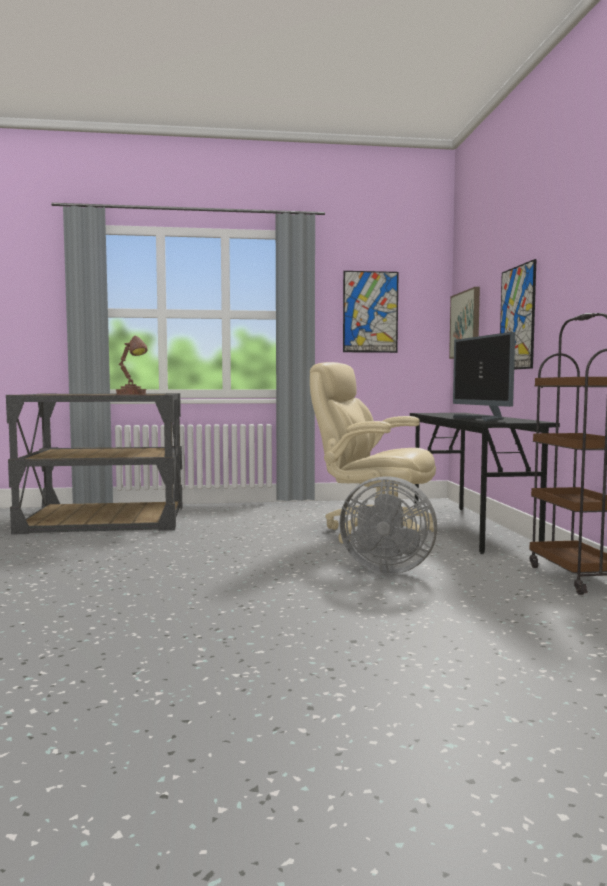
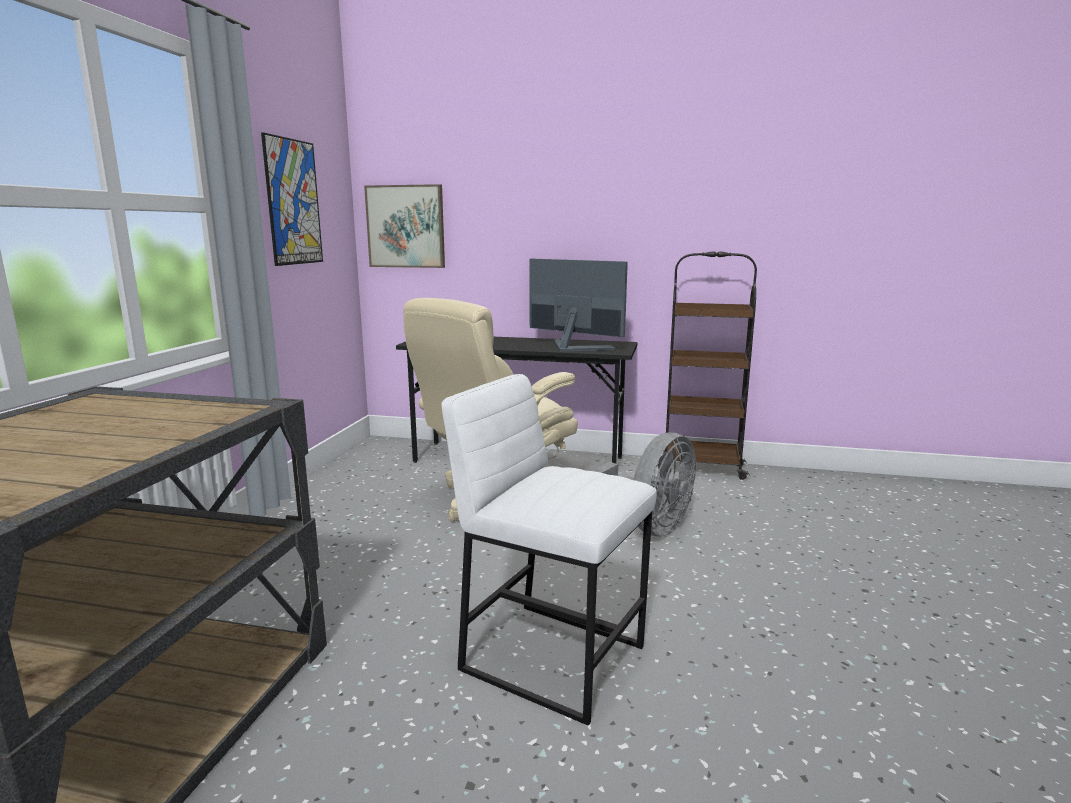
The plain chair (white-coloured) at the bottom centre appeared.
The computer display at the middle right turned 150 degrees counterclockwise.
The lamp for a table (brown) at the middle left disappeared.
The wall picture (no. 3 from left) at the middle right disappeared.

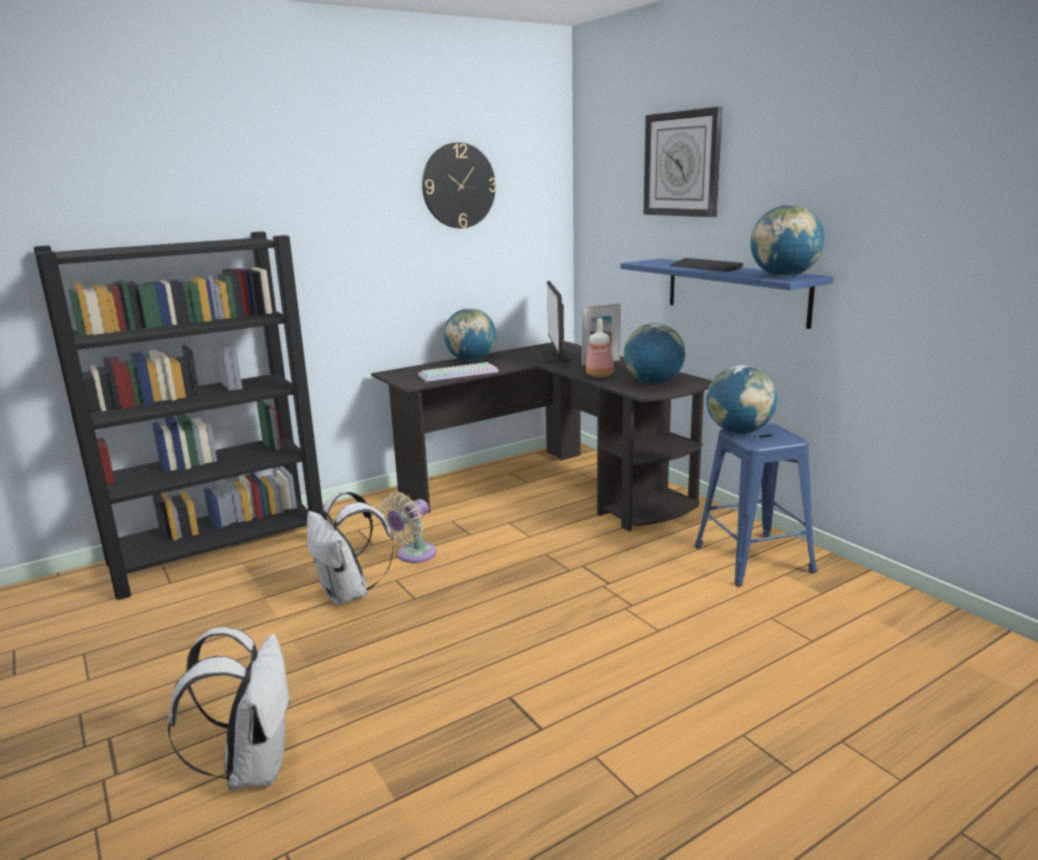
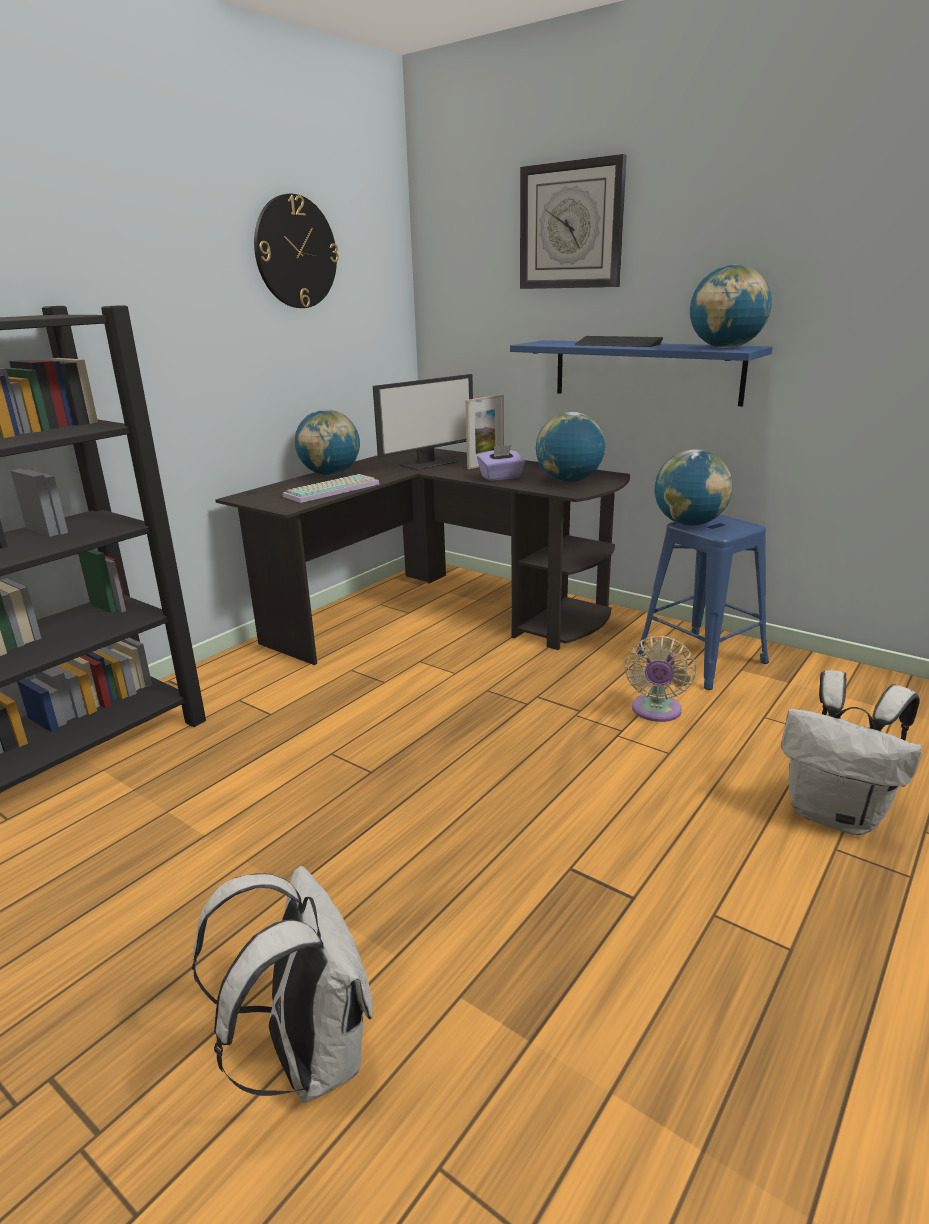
The computer display at the centre turned 105 degrees counterclockwise.
The drink bottle at the centre was replaced by the tissue box (purple-coloured) at the centre.
The electric fan (beige) moved from the centre to the middle right.
The rucksack (white-coloured) (no. 2 from left) moved from the centre to the middle right.

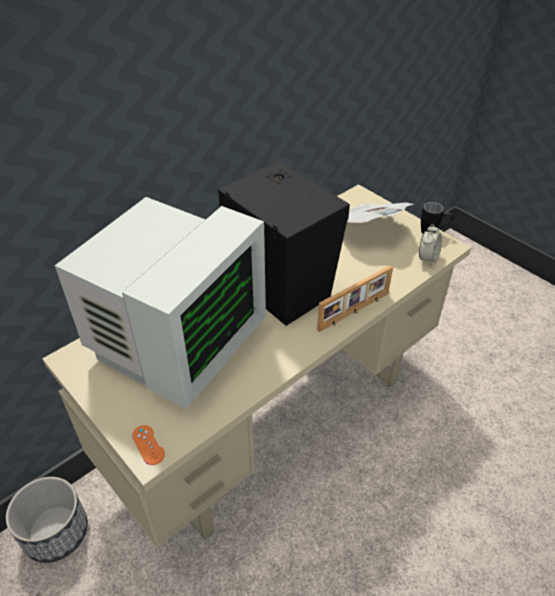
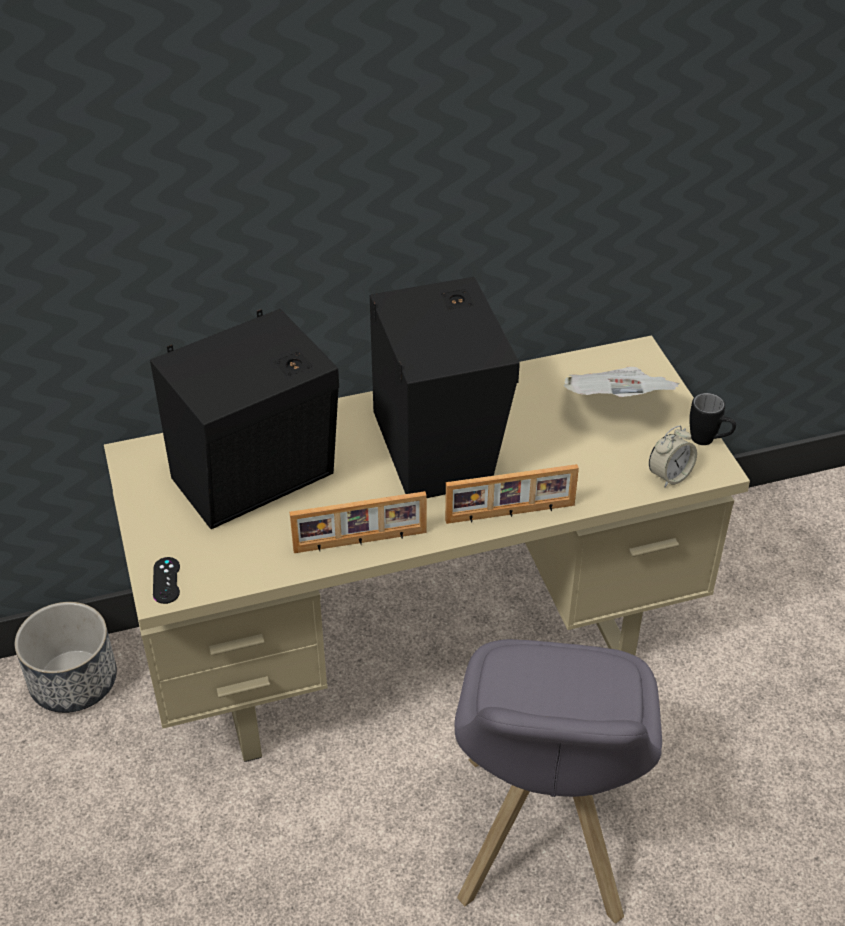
The computer display at the middle left was replaced by the audio speaker (blackish) (no. 1 from left) at the middle left.
The gamepad (orange-coloured) at the bottom left became the gamepad (blackish) at the middle left.
The standing frame (no. 1 from left) at the centre appeared.
The plain chair (greyish) at the bottom centre appeared.

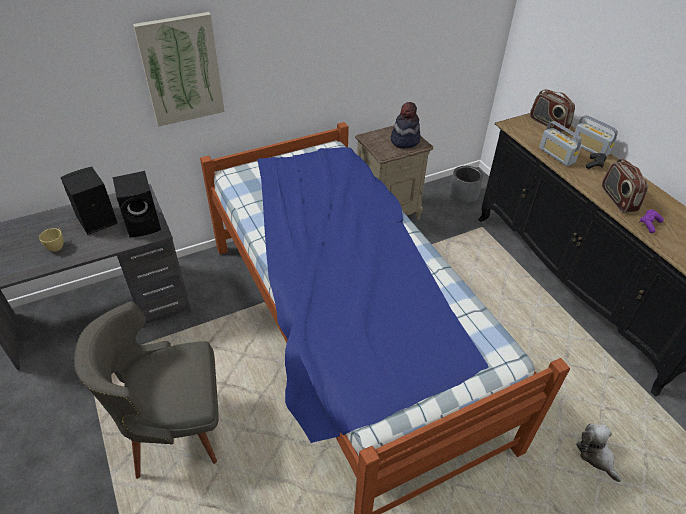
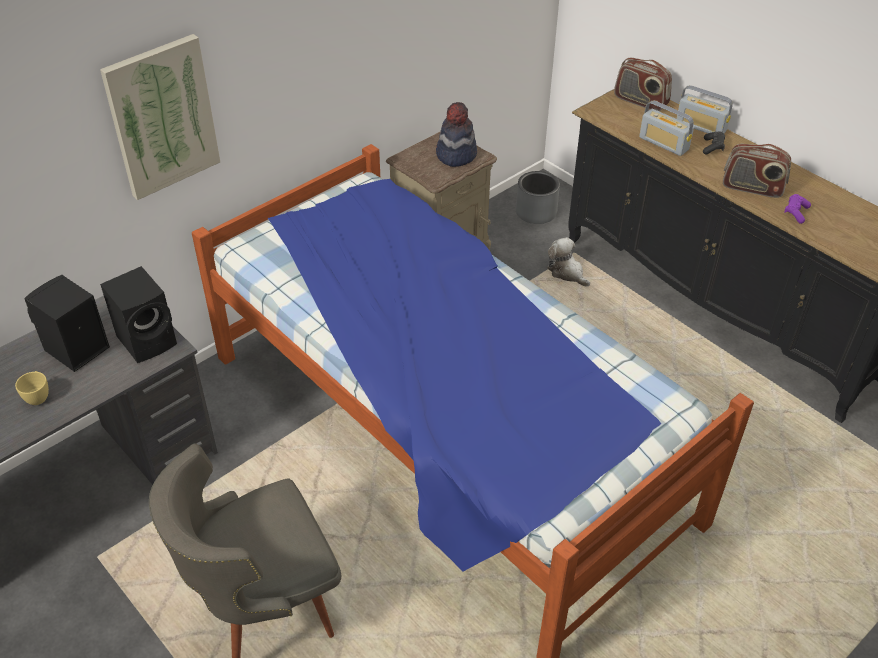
The plush toy moved from the bottom right to the centre.
The radio set (no. 4 from left) at the middle right turned 45 degrees counterclockwise.

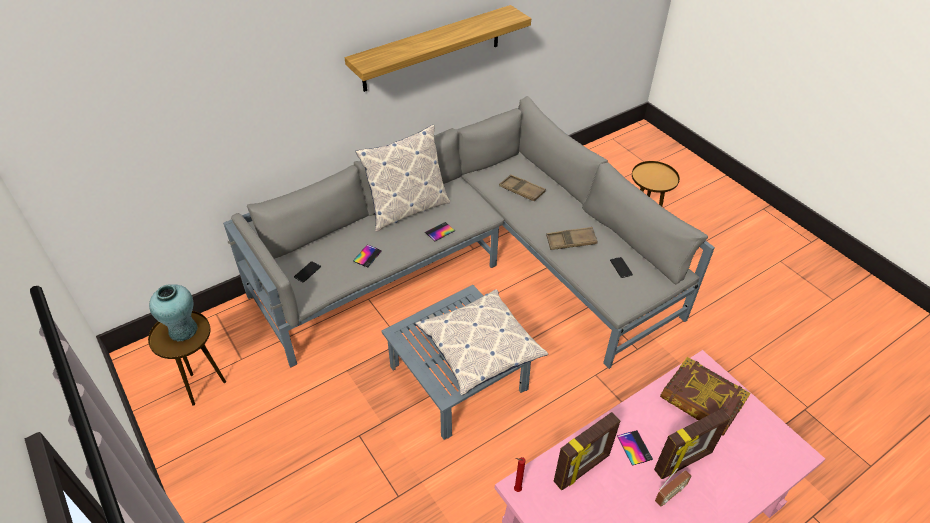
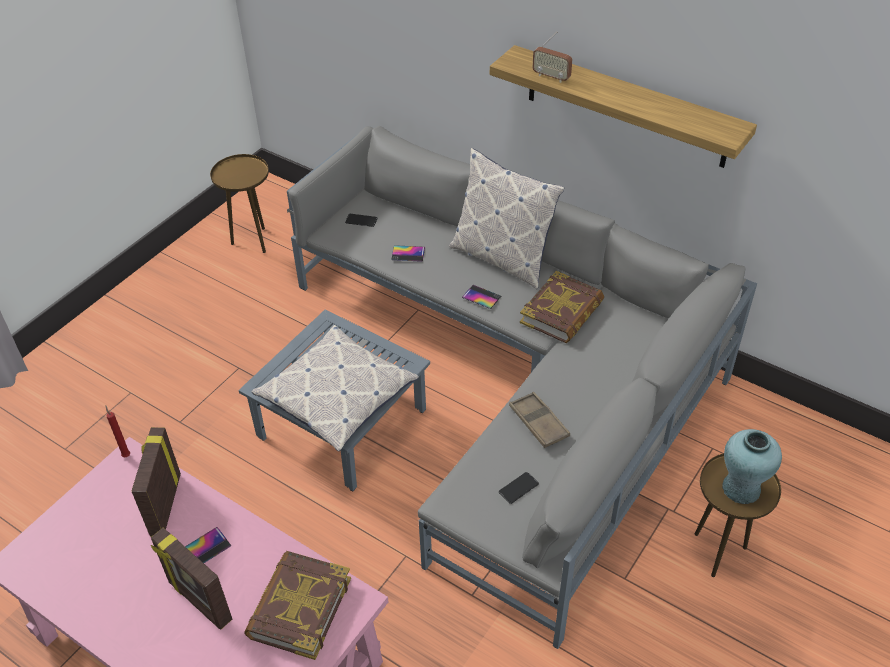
The standing frame (no. 1 from left) at the bottom centre turned 60 degrees clockwise.
The book (no. 2 from left) at the centre appeared.
The radio set moved from the bottom right to the top centre.
The vase (blue-green) moved from the middle left to the bottom right.
The tray (brown) (no. 1 from left) at the centre disappeared.

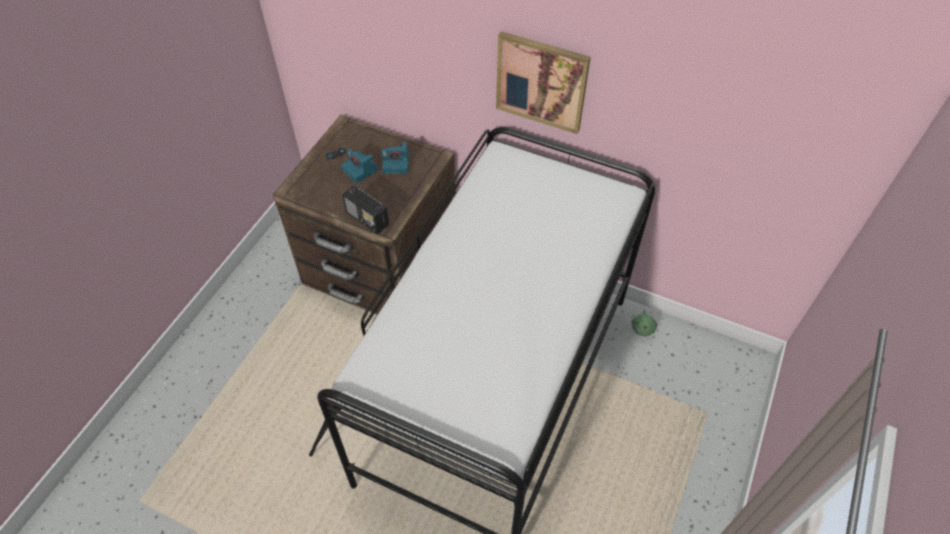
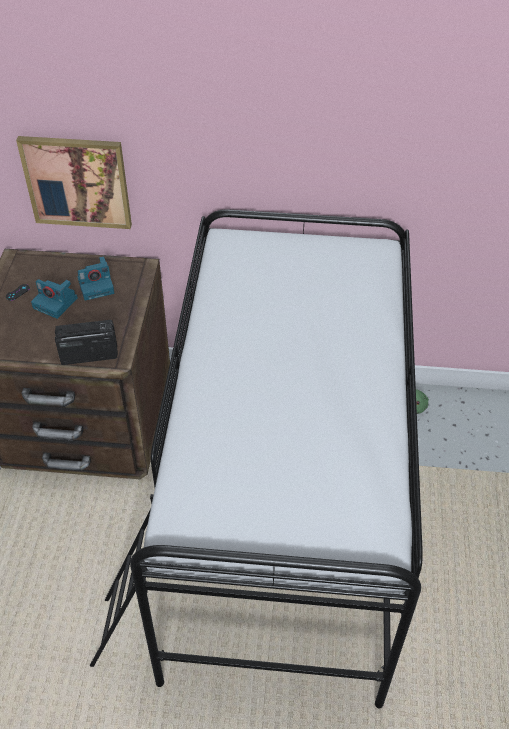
The wall picture moved from the top centre to the top left.
The radio set at the centre turned 150 degrees clockwise.

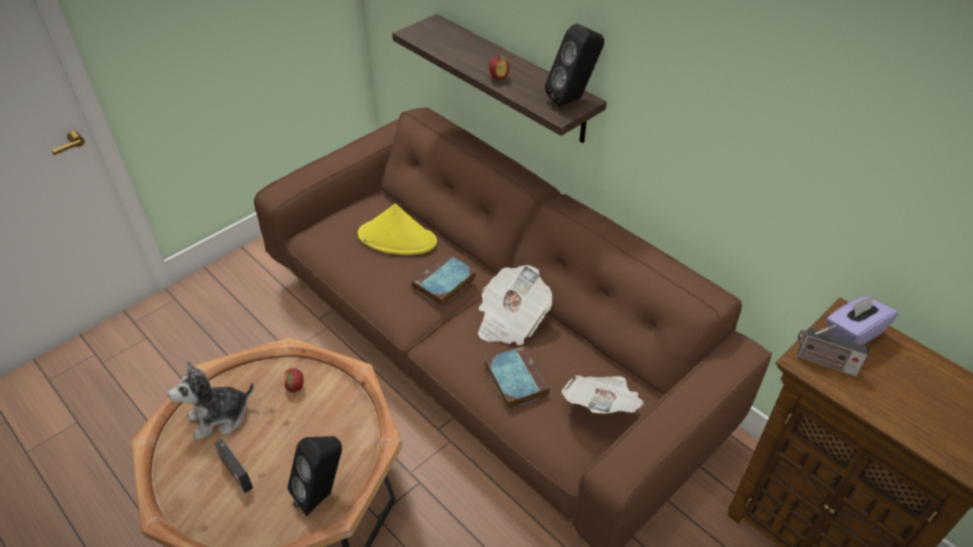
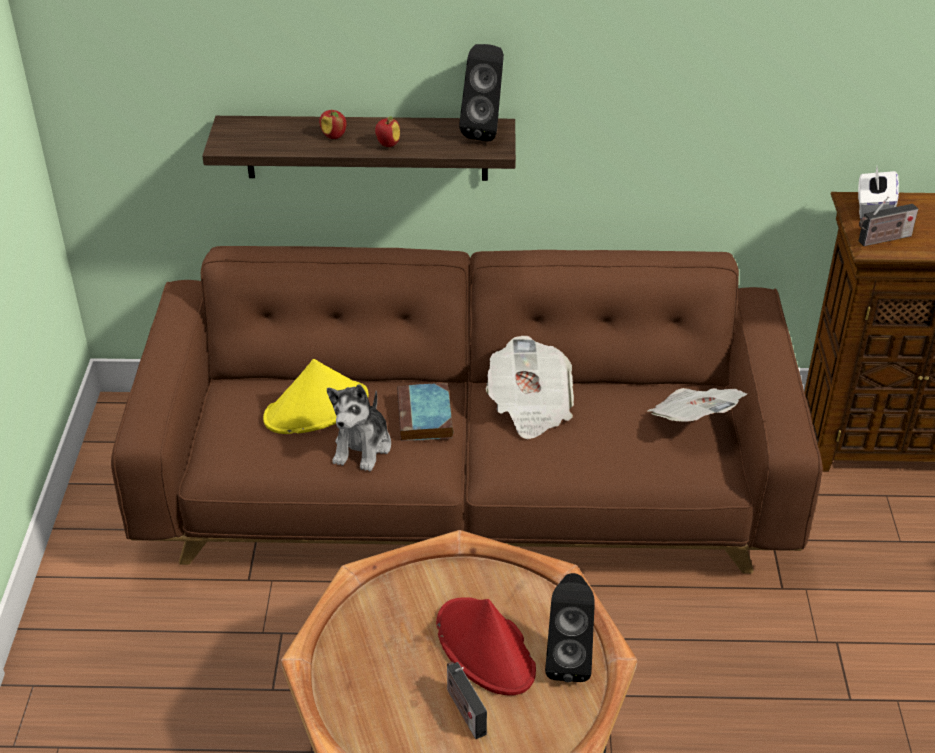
The apple fruit (no. 1 from left) moved from the bottom left to the top centre.
The plush toy moved from the bottom left to the centre.
The clothing hat (red) at the bottom centre appeared.
The radio set (no. 1 from left) at the bottom left turned 60 degrees clockwise.
The tissue box (purple-coloured) at the middle right became the tissue box (white-coloured) at the top right.
The book (no. 2 from left) at the bottom centre disappeared.

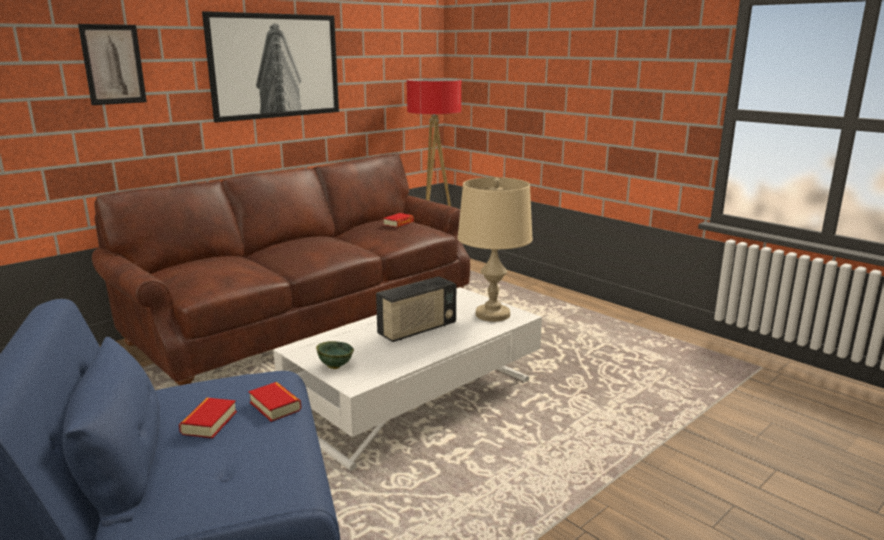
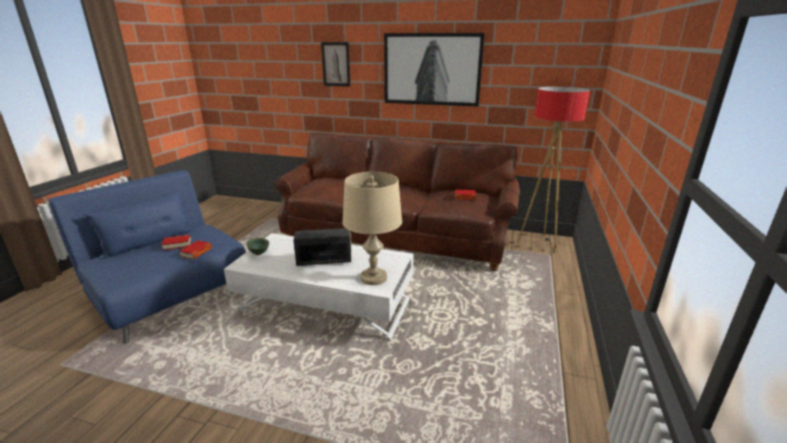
The radio set at the centre turned 150 degrees clockwise.

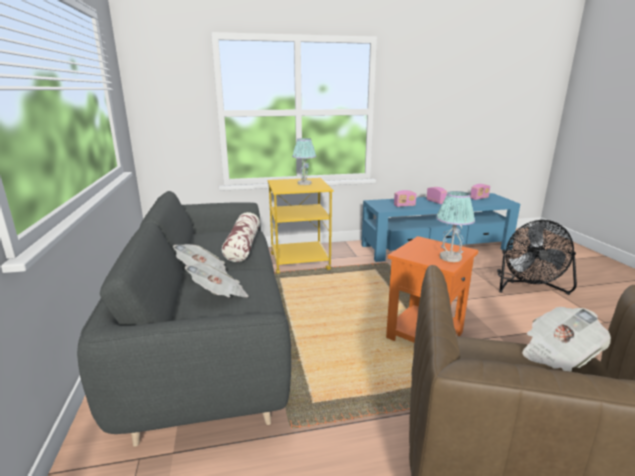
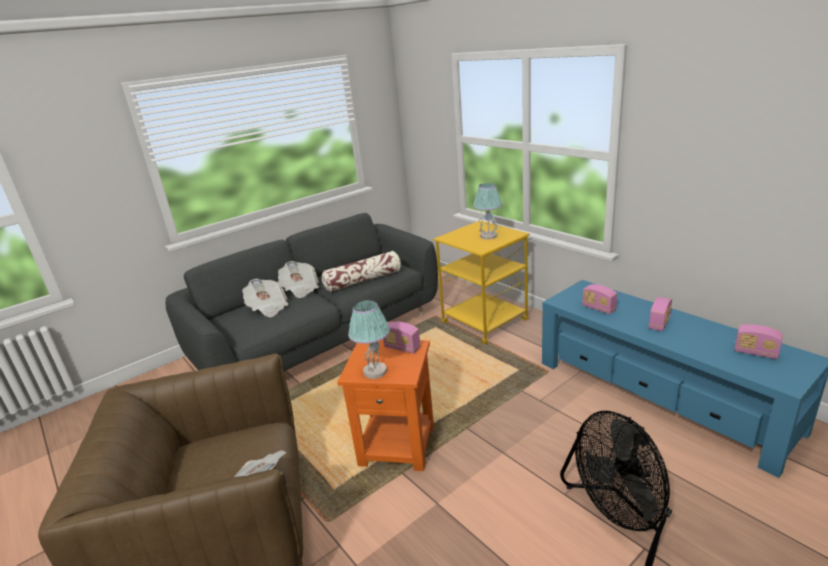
The radio set (no. 1 from left) at the centre appeared.

